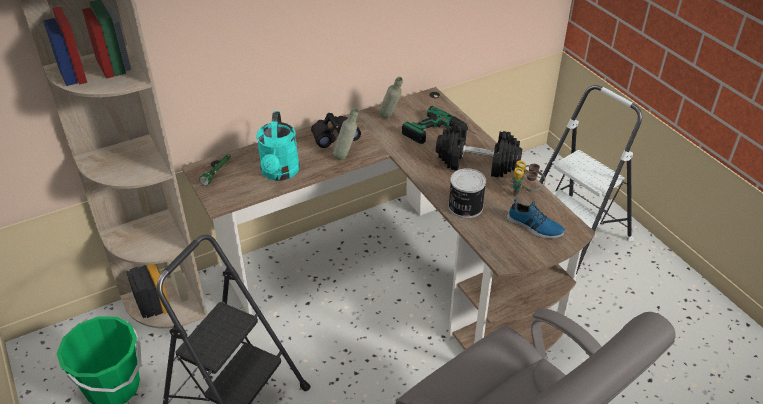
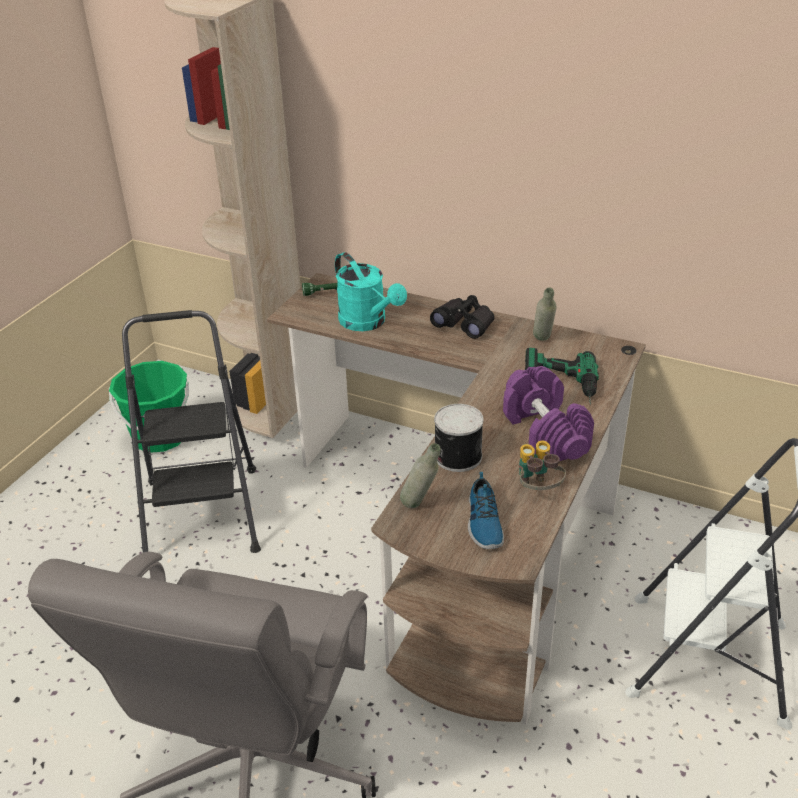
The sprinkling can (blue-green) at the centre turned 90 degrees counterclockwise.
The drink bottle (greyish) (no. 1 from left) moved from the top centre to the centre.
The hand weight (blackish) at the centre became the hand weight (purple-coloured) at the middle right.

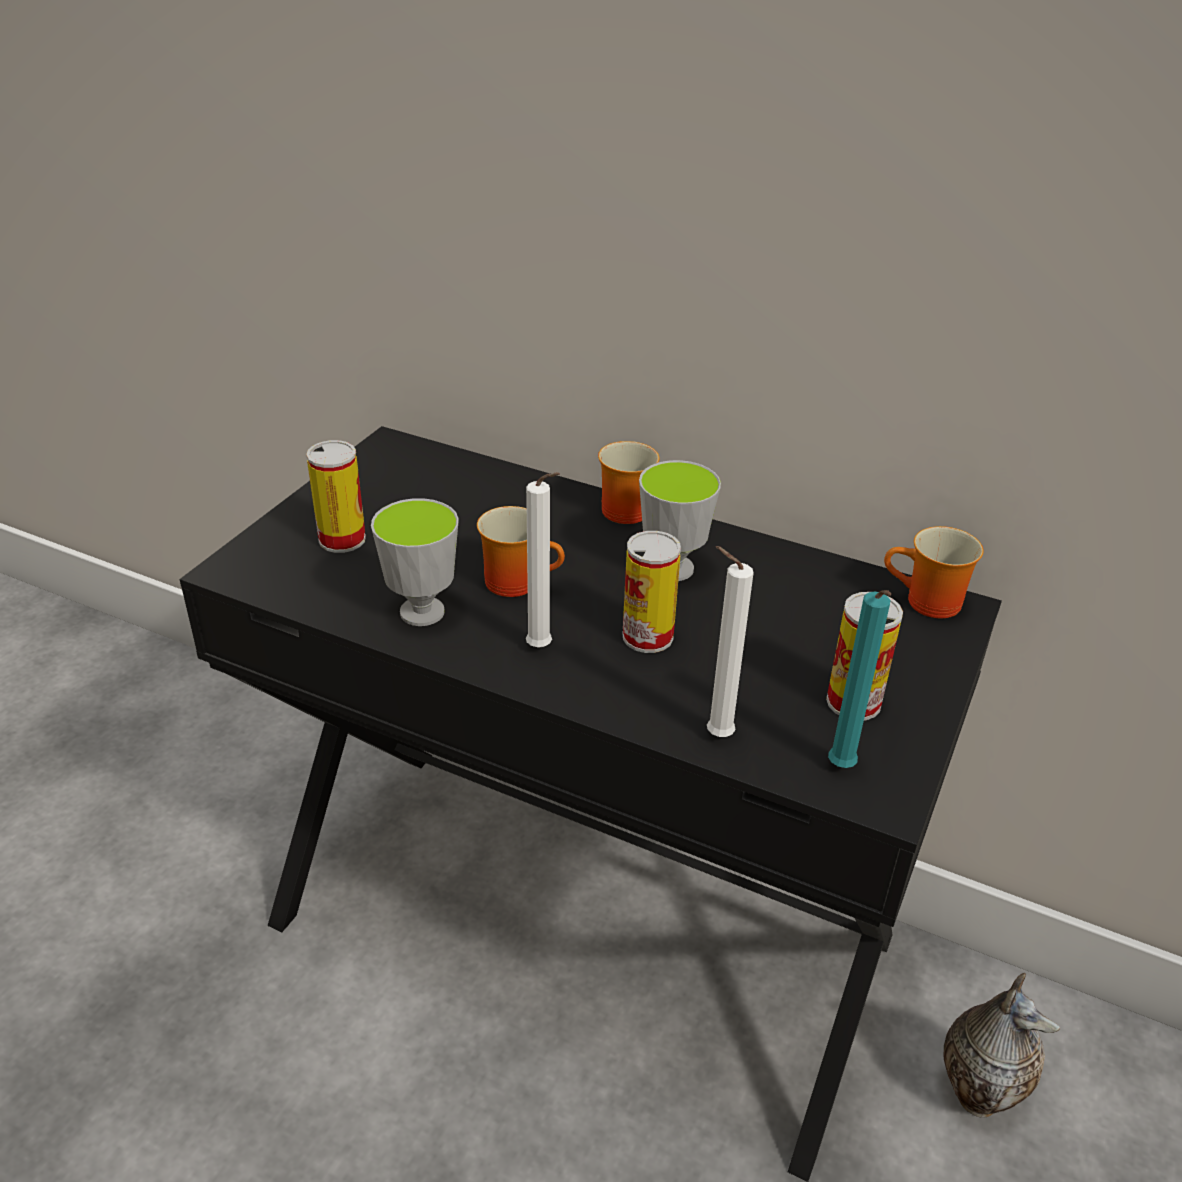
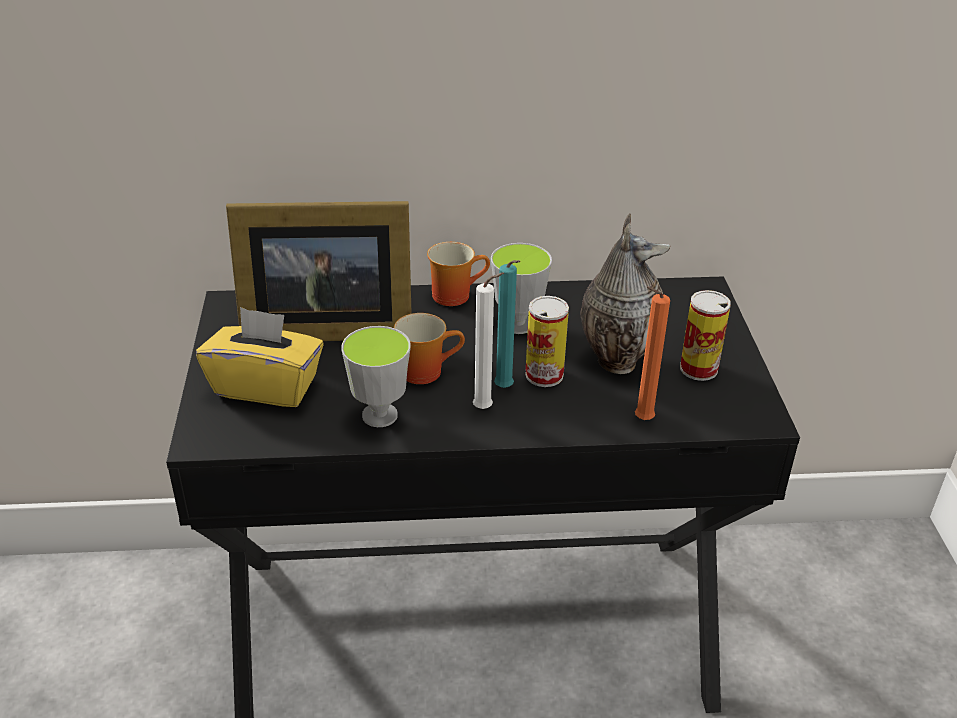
The can (no. 1 from left) at the middle left was replaced by the tissue box (yellowish) at the middle left.
The standing frame at the centre appeared.
The wax light (blue-green) moved from the middle right to the centre.
The vase moved from the bottom right to the centre.
The wax light (white-coloured) (no. 2 from left) at the centre became the wax light (orange-coloured) at the middle right.
The tea mug (no. 3 from left) at the middle right disappeared.

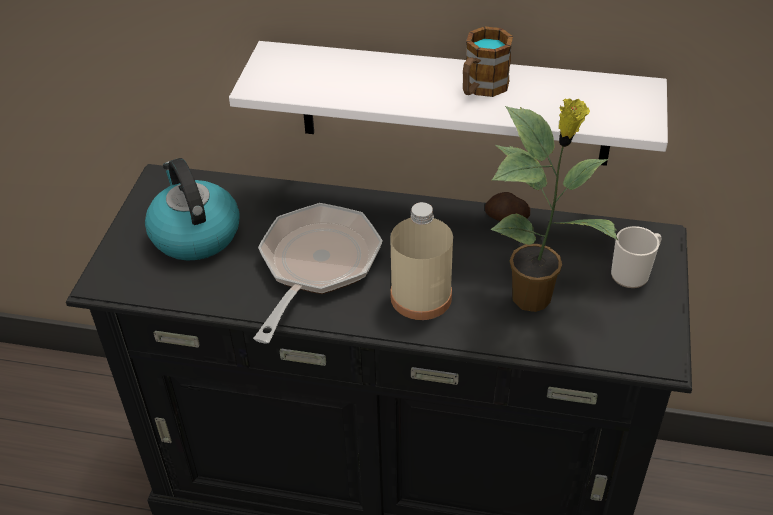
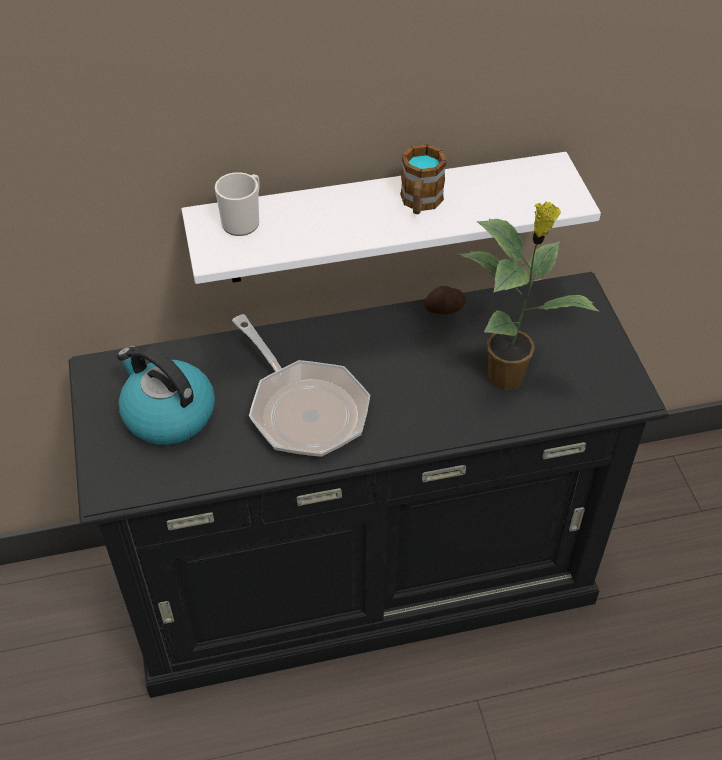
The tea mug (no. 2 from left in the first image) moved from the middle right to the top left.
The pan at the centre turned 150 degrees clockwise.
The drink bottle (beige) at the centre disappeared.

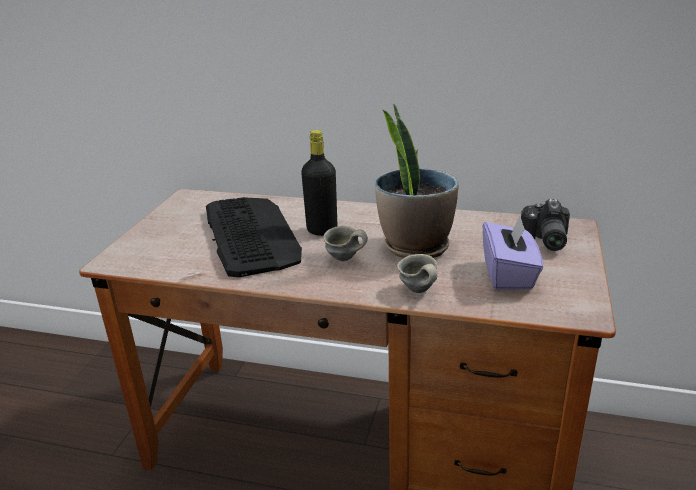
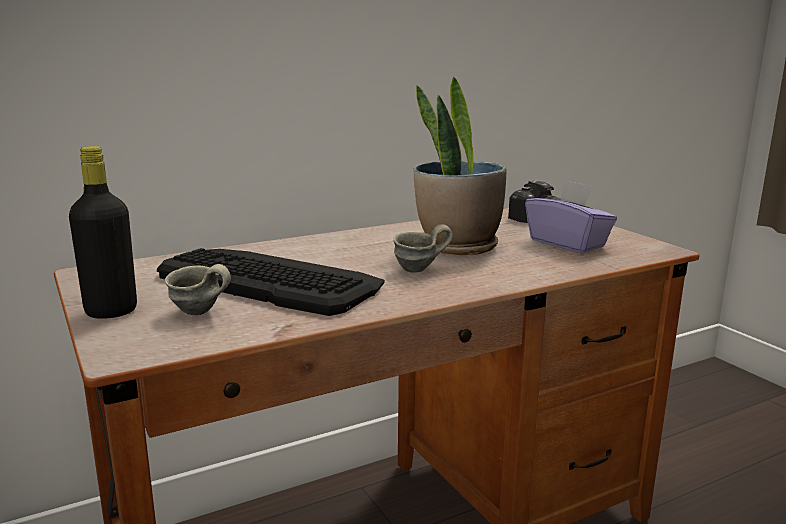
The drink bottle (blackish) moved from the centre to the middle left.
The tea mug (greyish) (no. 2 from left in the first image) moved from the centre to the middle left.

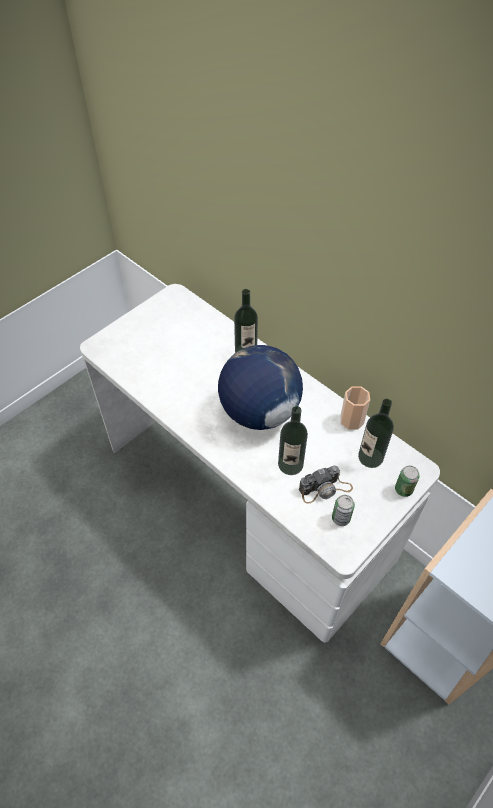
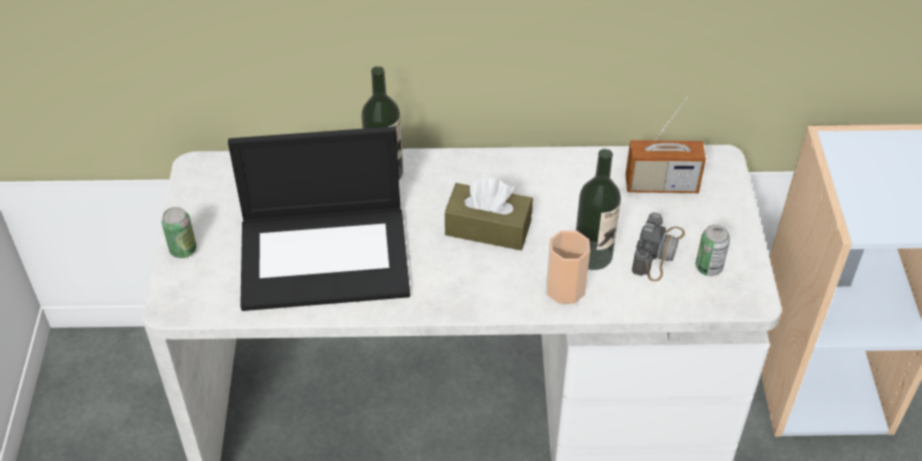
The can (no. 2 from left in the first image) moved from the middle right to the middle left.
The laptop at the centre appeared.
The desk globe at the centre was replaced by the tissue box (brown) at the centre.
The cup moved from the middle right to the centre.
The drink bottle (no. 3 from left) at the middle right was replaced by the radio set at the top right.

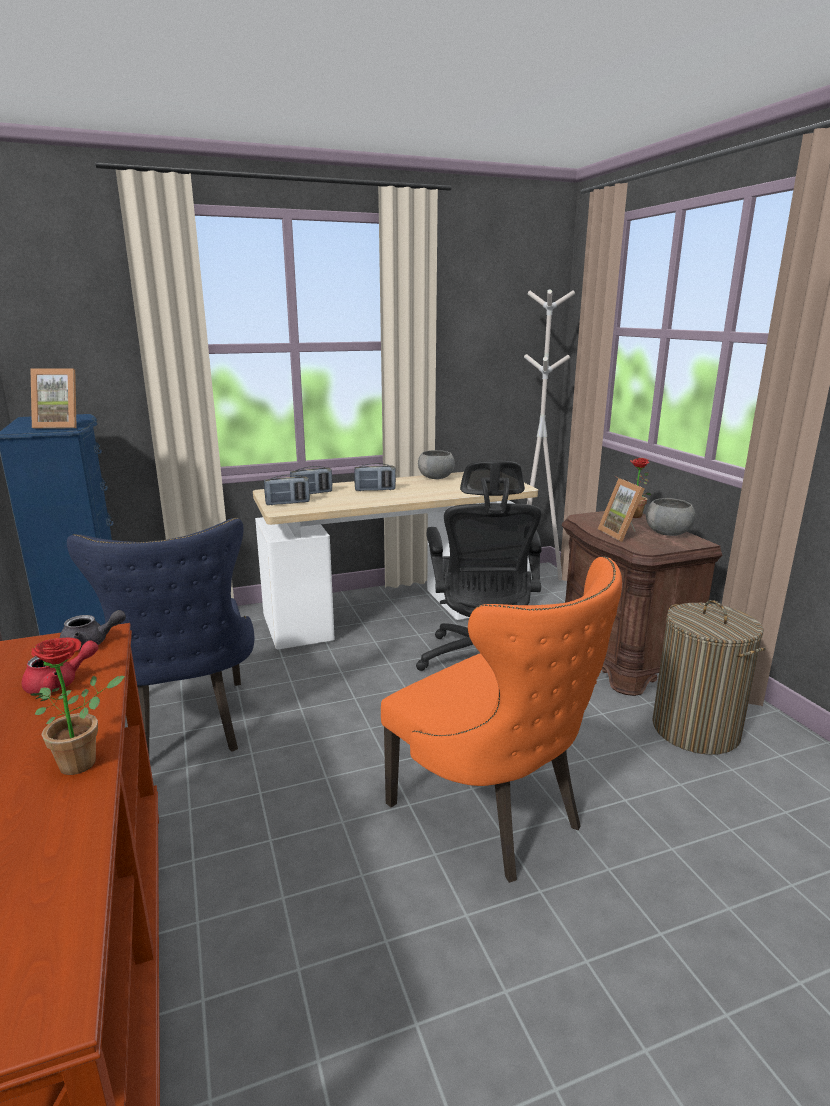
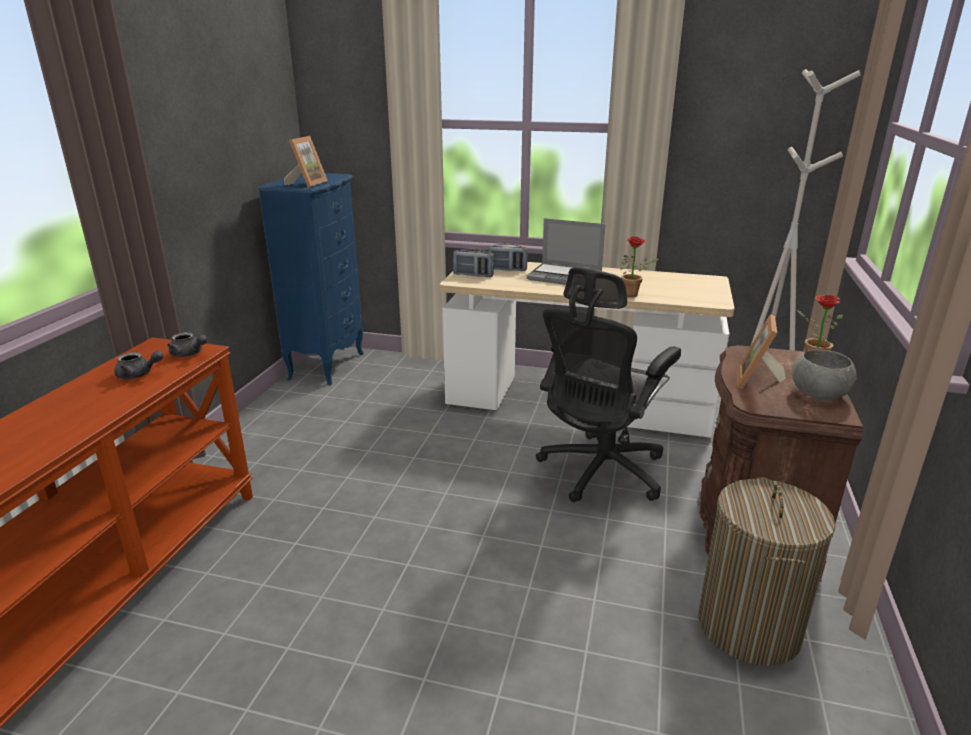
The teapot (red) at the middle left became the teapot (greyish) (no. 1 from left) at the middle left.
The standing frame (no. 1 from left) at the middle left turned 105 degrees counterclockwise.
The radio set (no. 3 from left) at the centre was replaced by the laptop at the centre.
The plant in a pot (no. 1 from left) moved from the middle left to the centre.
The plain chair (bluish) at the middle left disappeared.
The plain chair (orange-coloured) at the centre disappeared.
The deep dish (greyish) (no. 1 from left) at the centre disappeared.

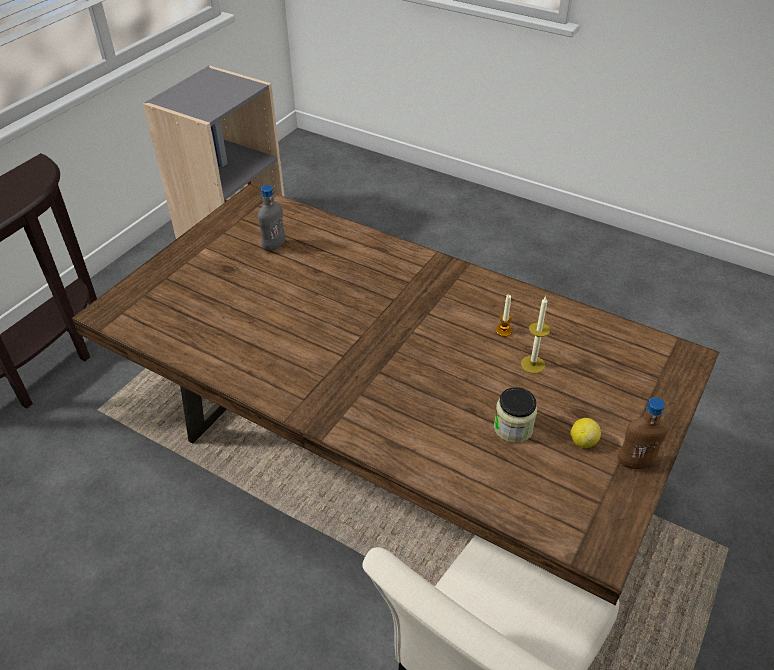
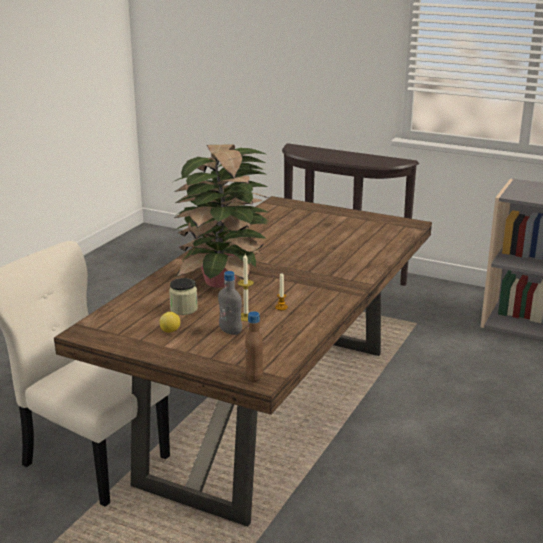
The plant in a pot at the centre appeared.
The drink bottle (greyish) moved from the top centre to the centre.
The drink bottle (brown) moved from the middle right to the centre.

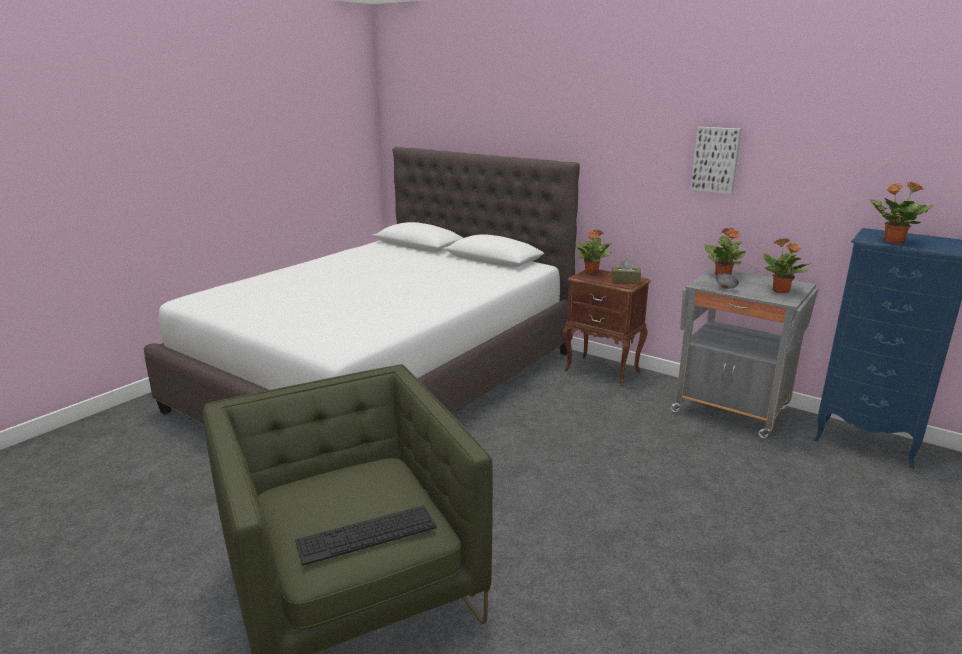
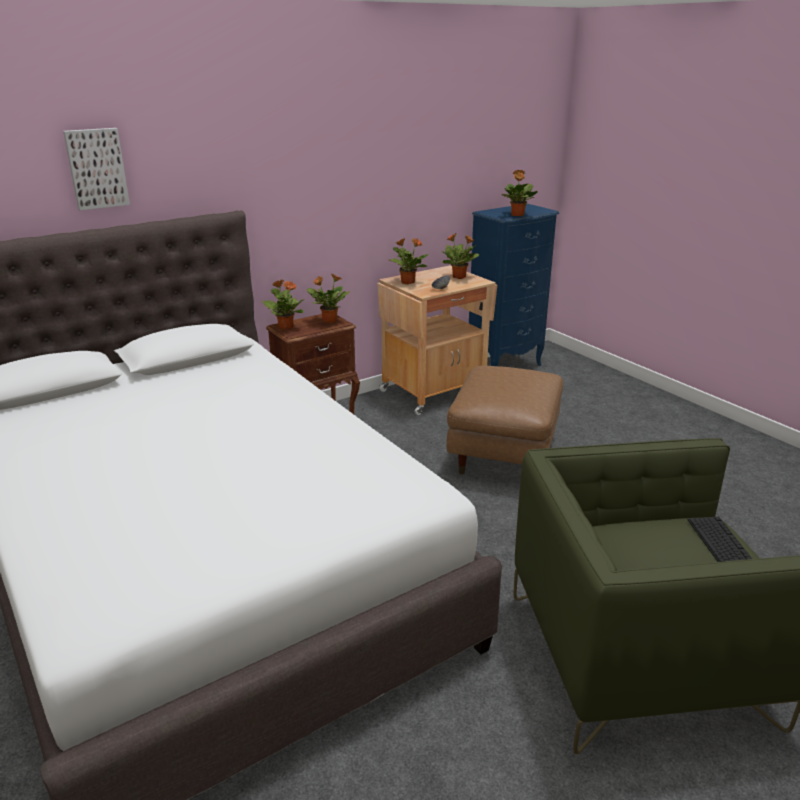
The wall picture moved from the top right to the top left.
The tissue box (brown) at the centre was replaced by the plant in a pot (no. 2 from left) at the centre.
The cart (greyish) at the middle right became the cart (brown) at the centre.
The pouffe (brown) at the centre appeared.

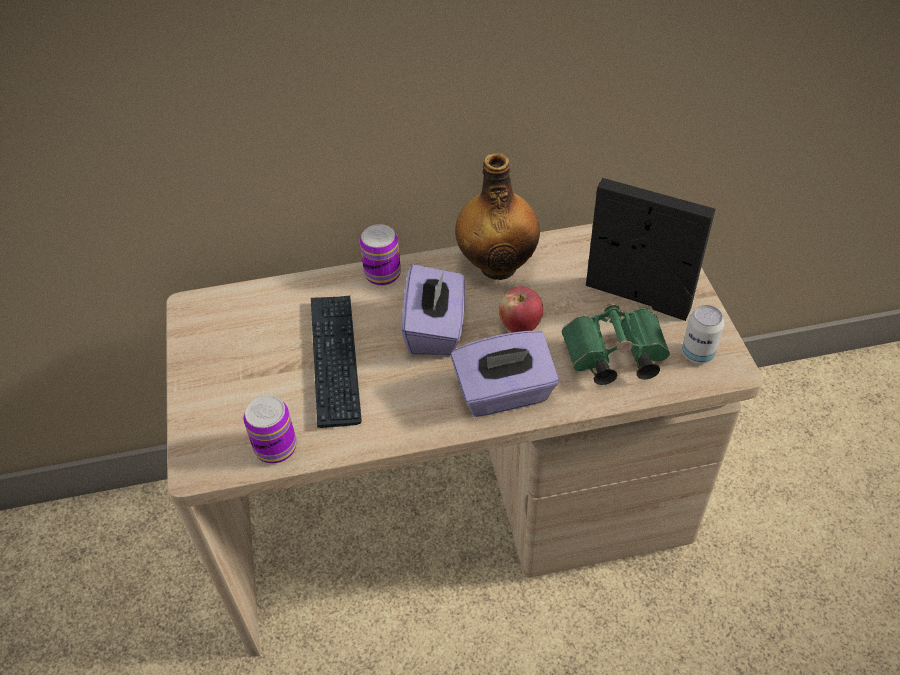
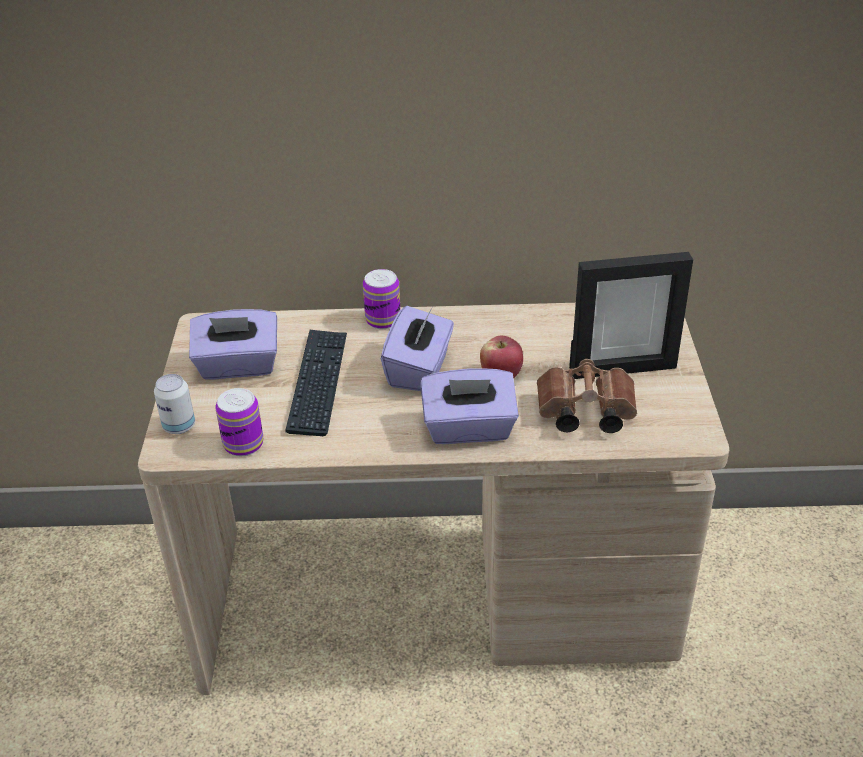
The can (no. 3 from left in the first image) moved from the middle right to the middle left.
The tissue box (purple-coloured) (no. 1 from left) at the middle left appeared.
The pair of binoculars (greenish) at the middle right became the pair of binoculars (brown) at the middle right.
The standing frame at the middle right turned 135 degrees clockwise.
The drink bottle at the top centre disappeared.

